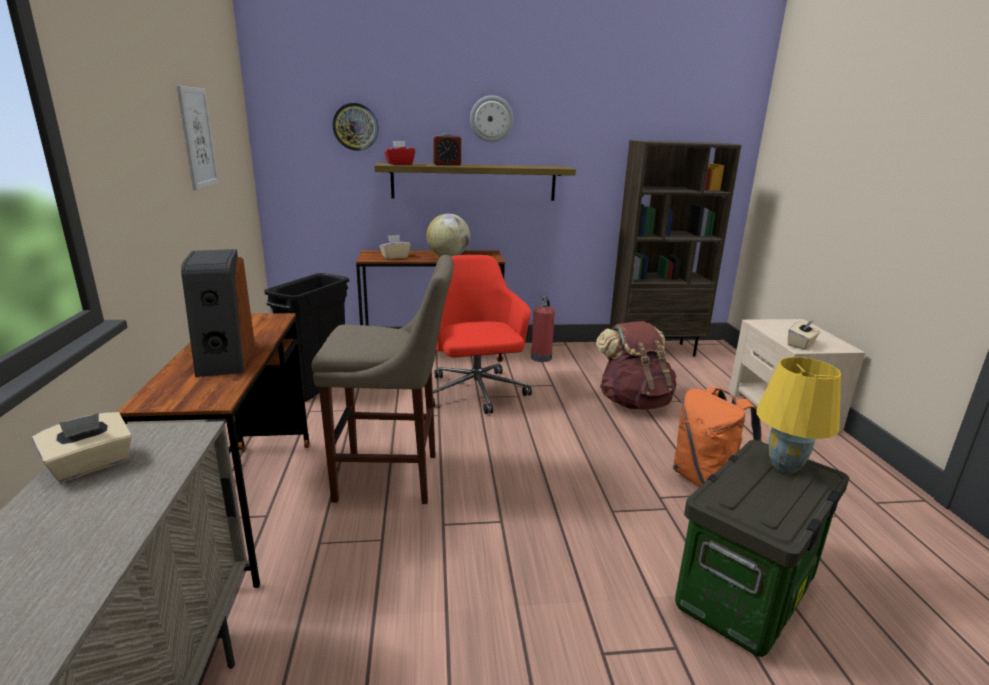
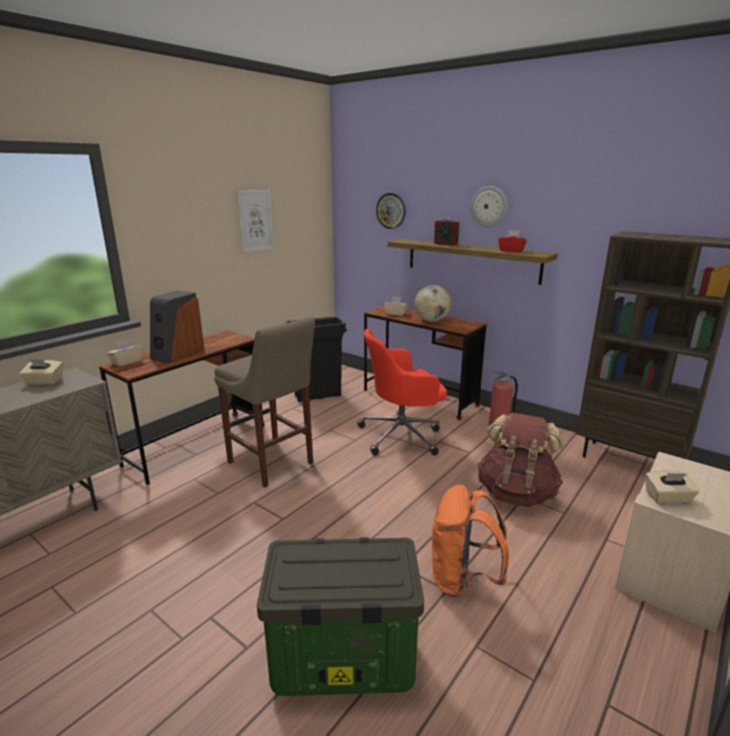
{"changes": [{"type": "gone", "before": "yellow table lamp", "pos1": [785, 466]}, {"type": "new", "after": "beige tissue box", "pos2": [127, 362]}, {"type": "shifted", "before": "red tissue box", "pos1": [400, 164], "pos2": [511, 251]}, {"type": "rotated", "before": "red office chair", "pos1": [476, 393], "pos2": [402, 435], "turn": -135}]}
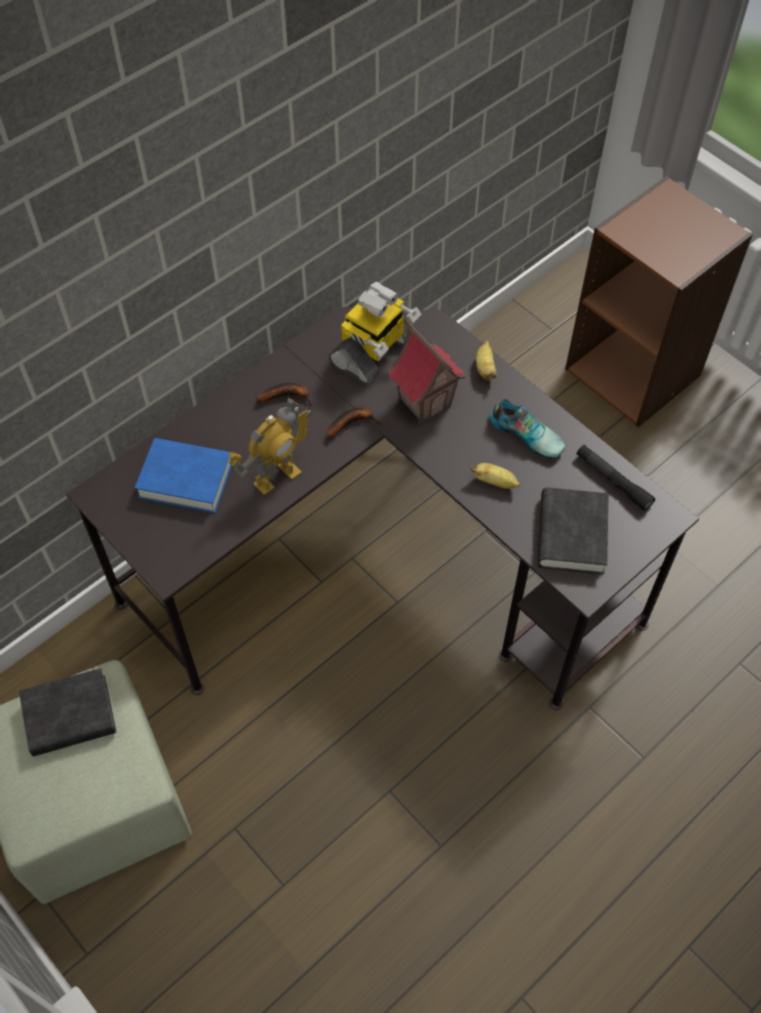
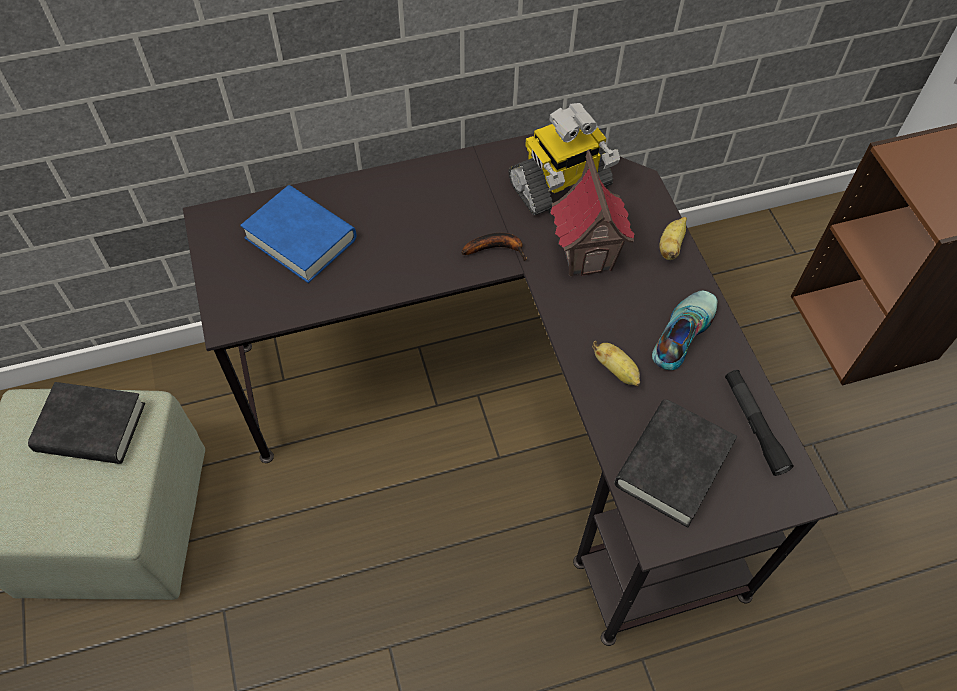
{"changes": [{"type": "gone", "before": "toy robot", "pos1": [276, 477]}, {"type": "gone", "before": "banana", "pos1": [287, 396]}, {"type": "rotated", "before": "shoe", "pos1": [527, 433], "pos2": [681, 333], "turn": -120}]}
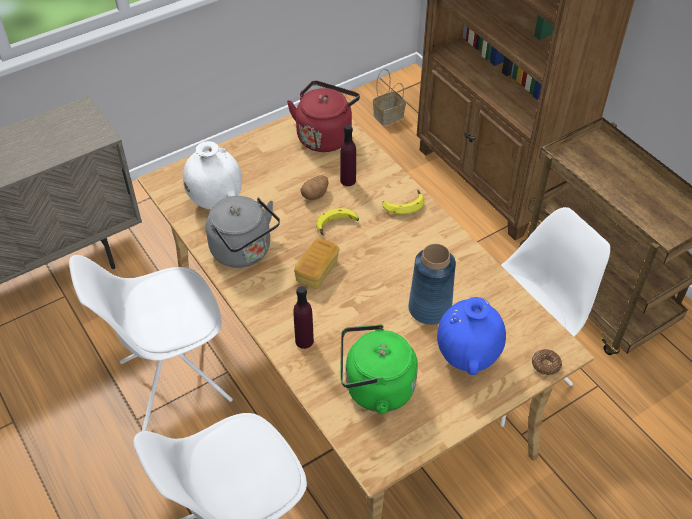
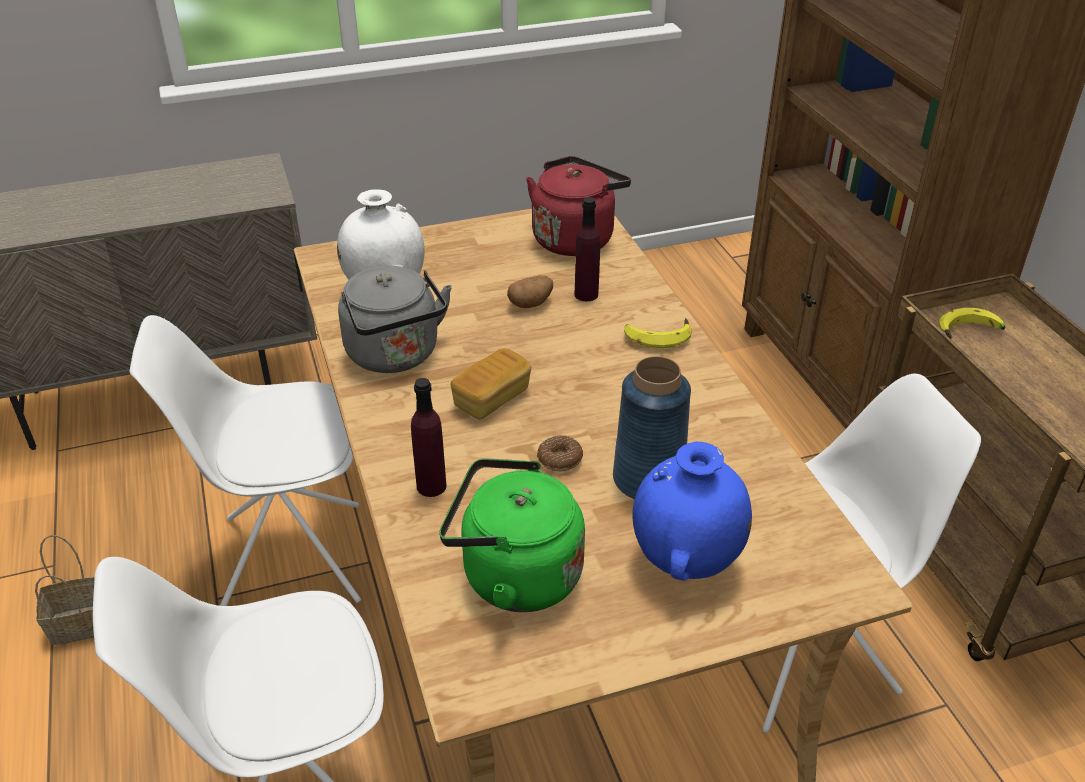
{"changes": [{"type": "shifted", "before": "banana", "pos1": [337, 226], "pos2": [970, 332]}, {"type": "shifted", "before": "basket", "pos1": [388, 117], "pos2": [76, 626]}, {"type": "shifted", "before": "donut", "pos1": [546, 365], "pos2": [560, 459]}]}
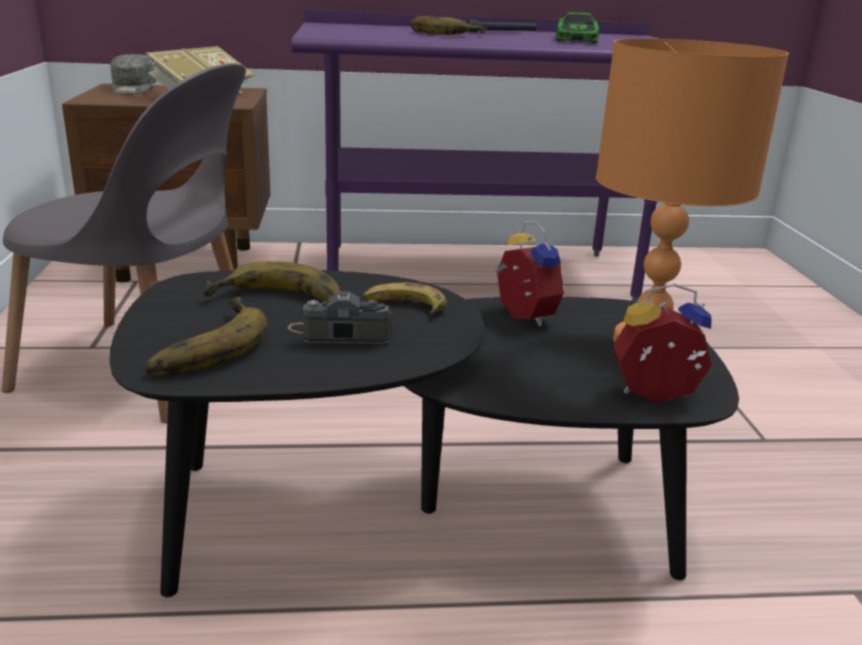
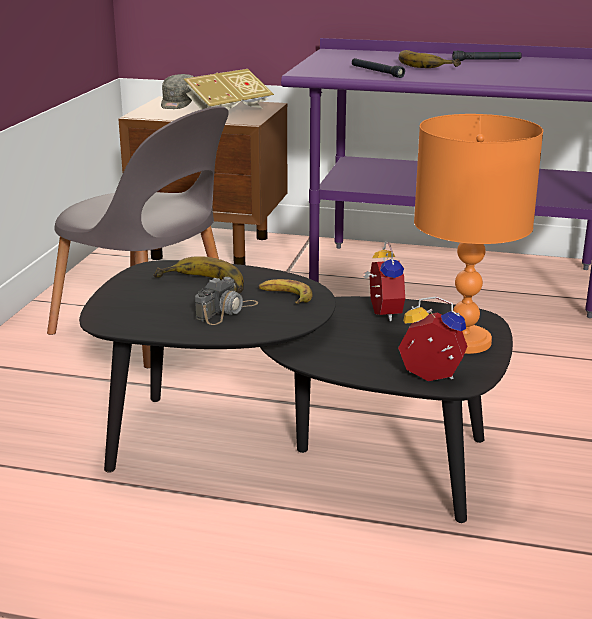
{"changes": [{"type": "gone", "before": "banana", "pos1": [202, 346]}, {"type": "gone", "before": "toy car", "pos1": [576, 40]}, {"type": "new", "after": "black flashlight", "pos2": [376, 72]}, {"type": "rotated", "before": "photo camera", "pos1": [339, 334], "pos2": [227, 311], "turn": 105}]}
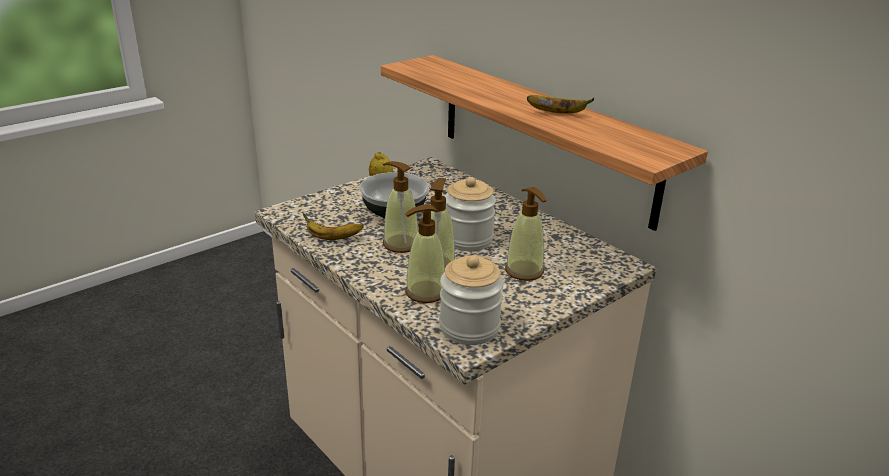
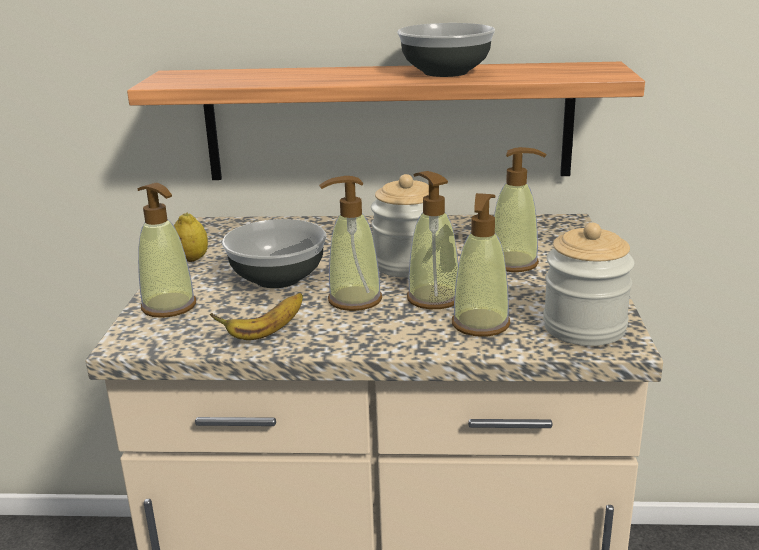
{"changes": [{"type": "new", "after": "soap dispenser", "pos2": [169, 306]}, {"type": "swapped", "before": "banana", "after": "bowl", "pos1": [558, 113], "pos2": [445, 72]}]}
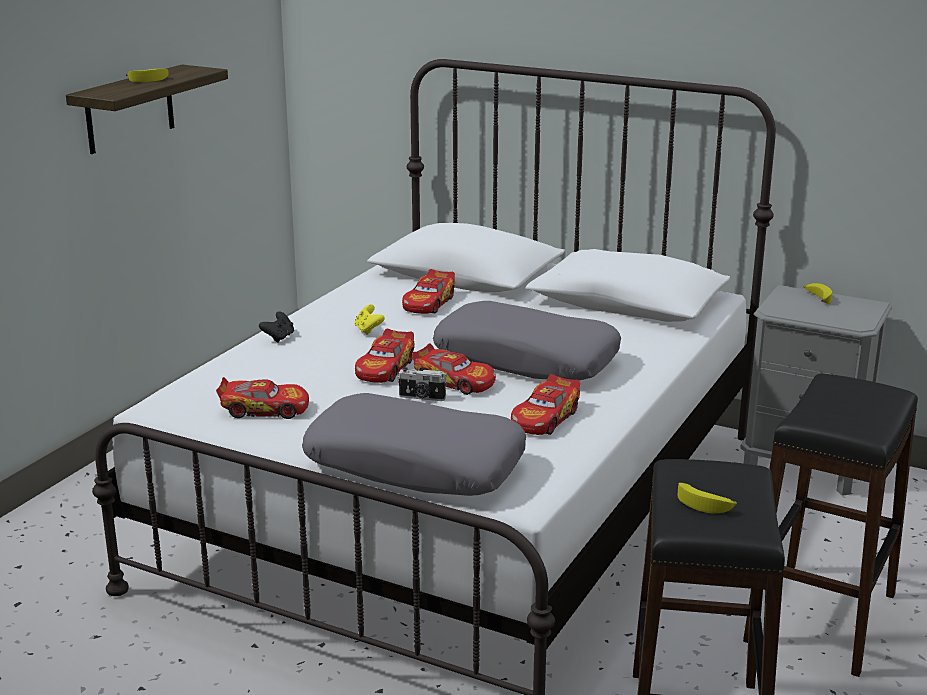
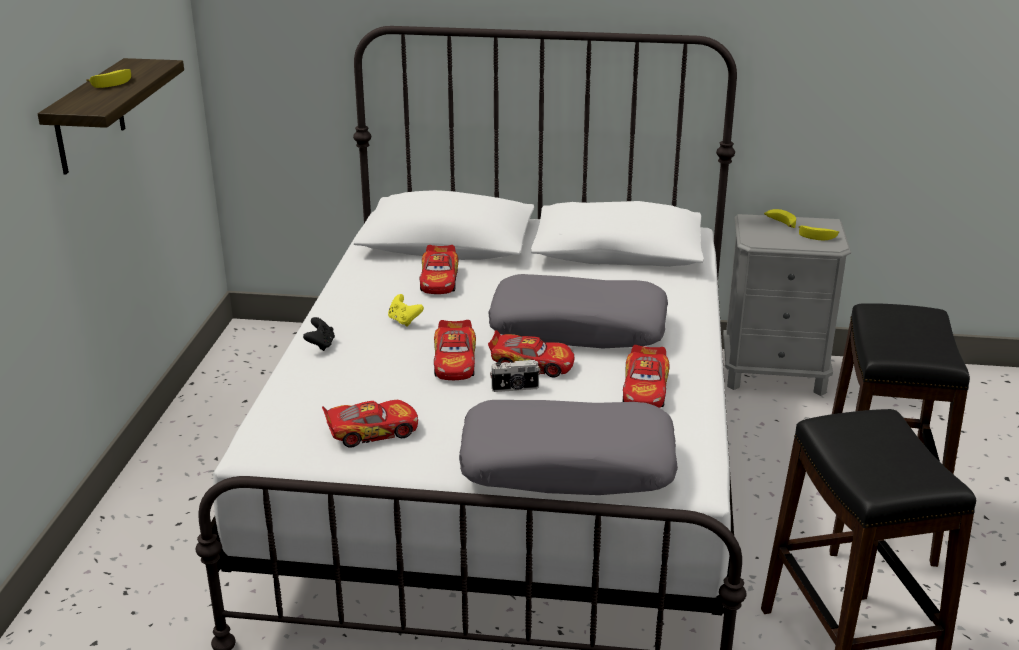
{"changes": [{"type": "shifted", "before": "banana", "pos1": [705, 504], "pos2": [818, 236]}]}
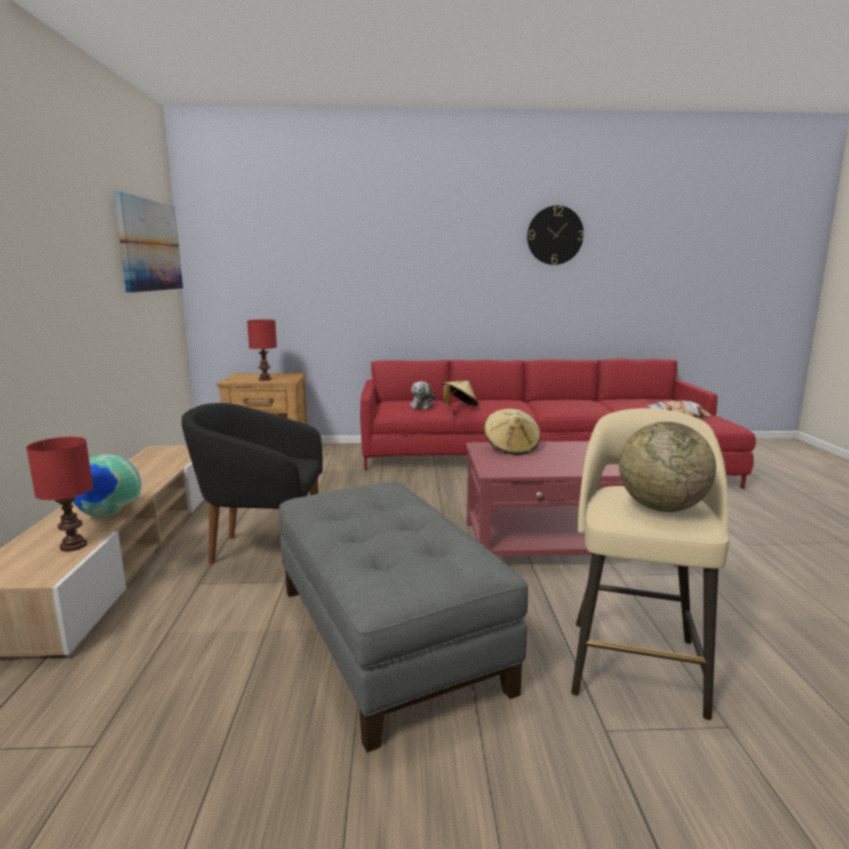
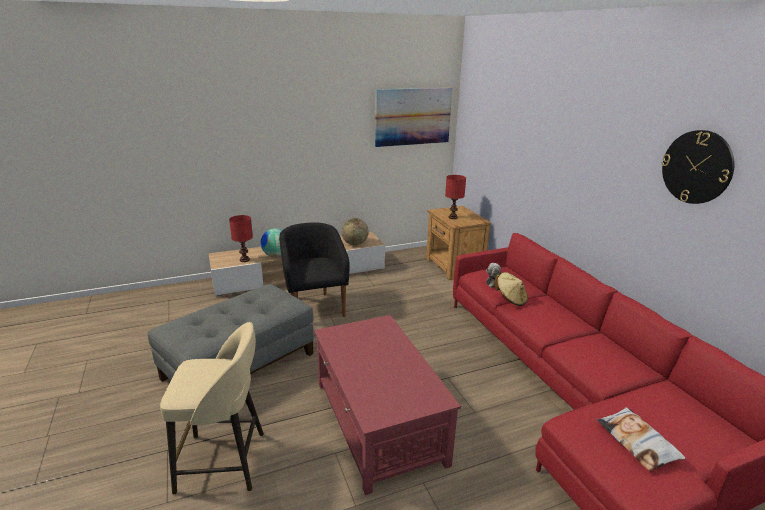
{"changes": [{"type": "gone", "before": "beige hat", "pos1": [511, 448]}, {"type": "shifted", "before": "globe", "pos1": [661, 508], "pos2": [355, 244]}]}
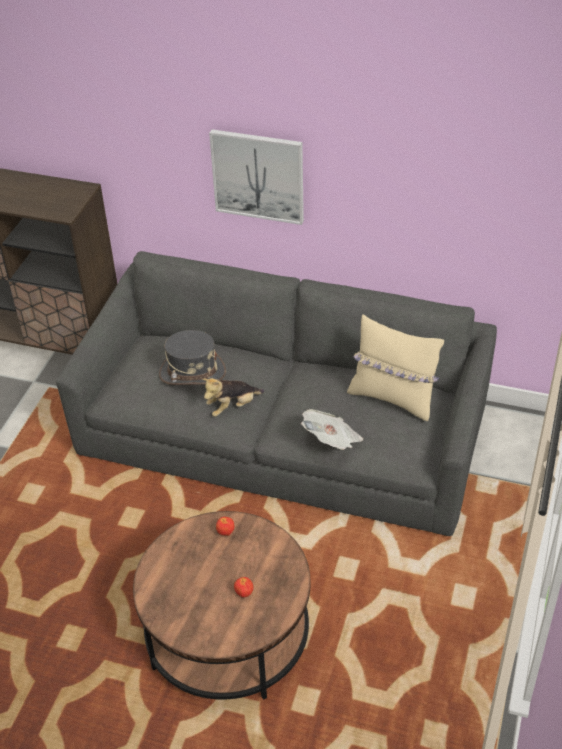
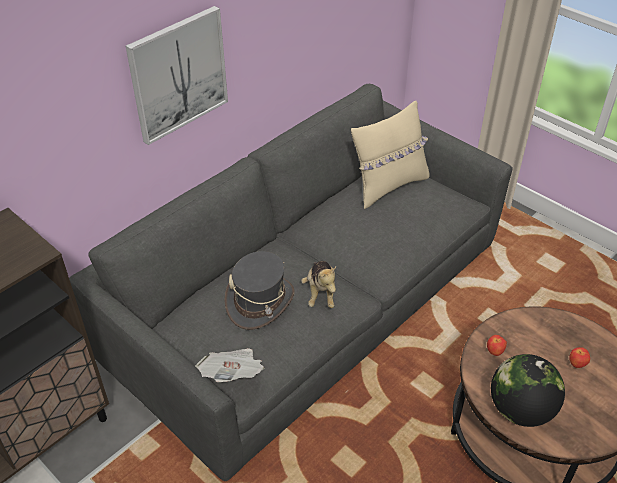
{"changes": [{"type": "new", "after": "globe", "pos2": [520, 410]}, {"type": "shifted", "before": "newspaper", "pos1": [332, 440], "pos2": [232, 375]}]}
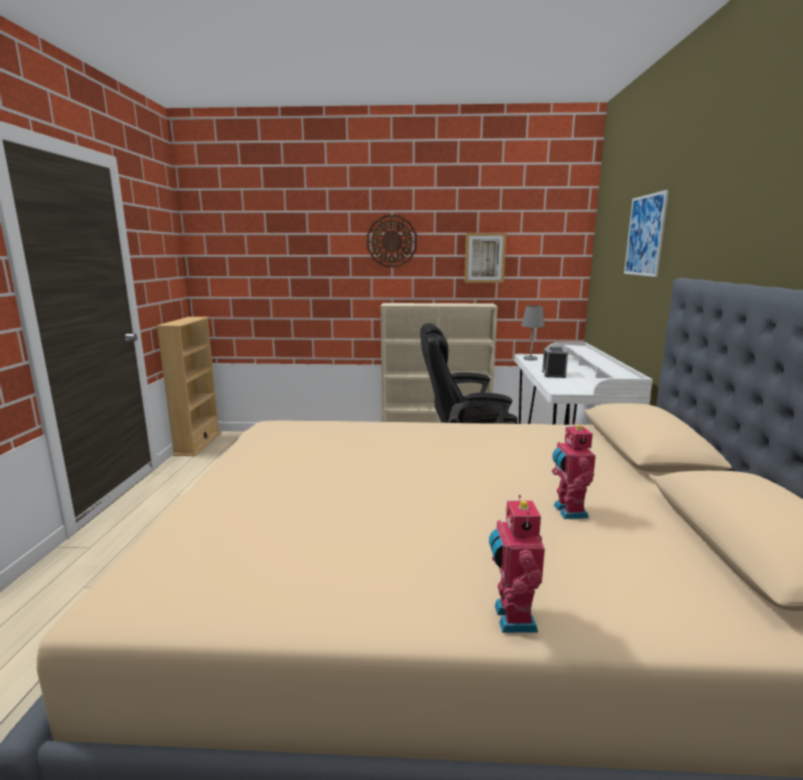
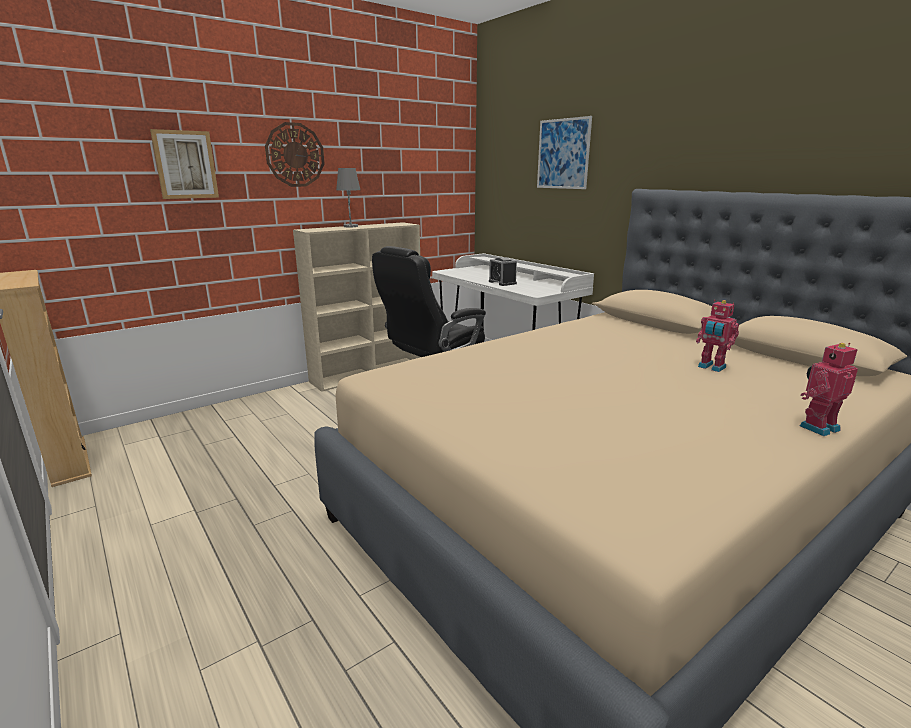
{"changes": [{"type": "shifted", "before": "picture", "pos1": [484, 258], "pos2": [185, 165]}, {"type": "shifted", "before": "grey table lamp", "pos1": [530, 359], "pos2": [350, 226]}, {"type": "rotated", "before": "toy robot", "pos1": [511, 618], "pos2": [817, 427], "turn": 105}]}
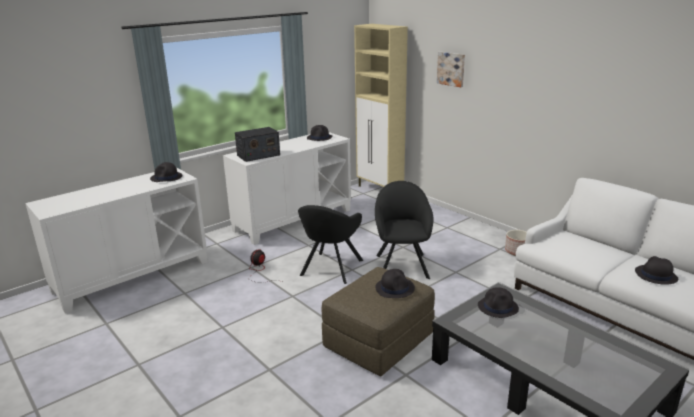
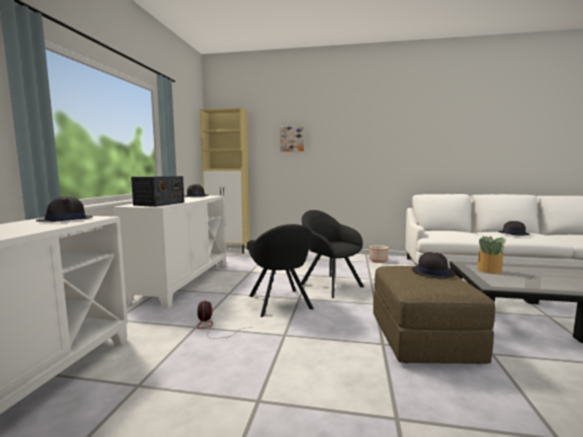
{"changes": [{"type": "swapped", "before": "black hat", "after": "potted plant", "pos1": [498, 307], "pos2": [488, 270]}]}
